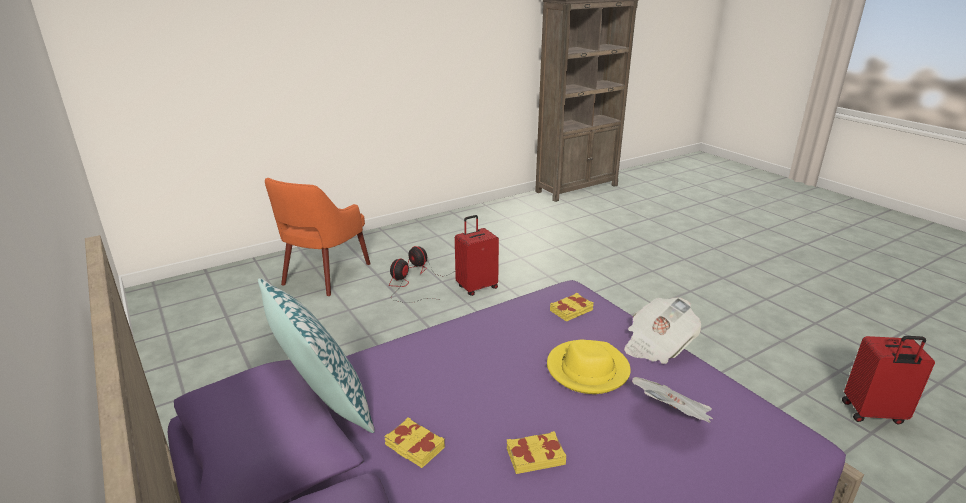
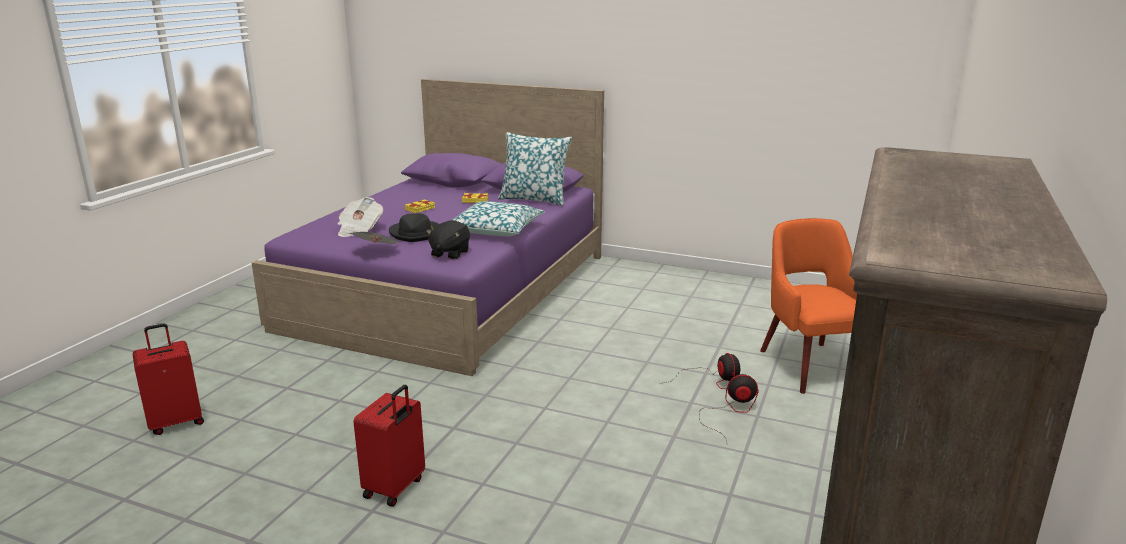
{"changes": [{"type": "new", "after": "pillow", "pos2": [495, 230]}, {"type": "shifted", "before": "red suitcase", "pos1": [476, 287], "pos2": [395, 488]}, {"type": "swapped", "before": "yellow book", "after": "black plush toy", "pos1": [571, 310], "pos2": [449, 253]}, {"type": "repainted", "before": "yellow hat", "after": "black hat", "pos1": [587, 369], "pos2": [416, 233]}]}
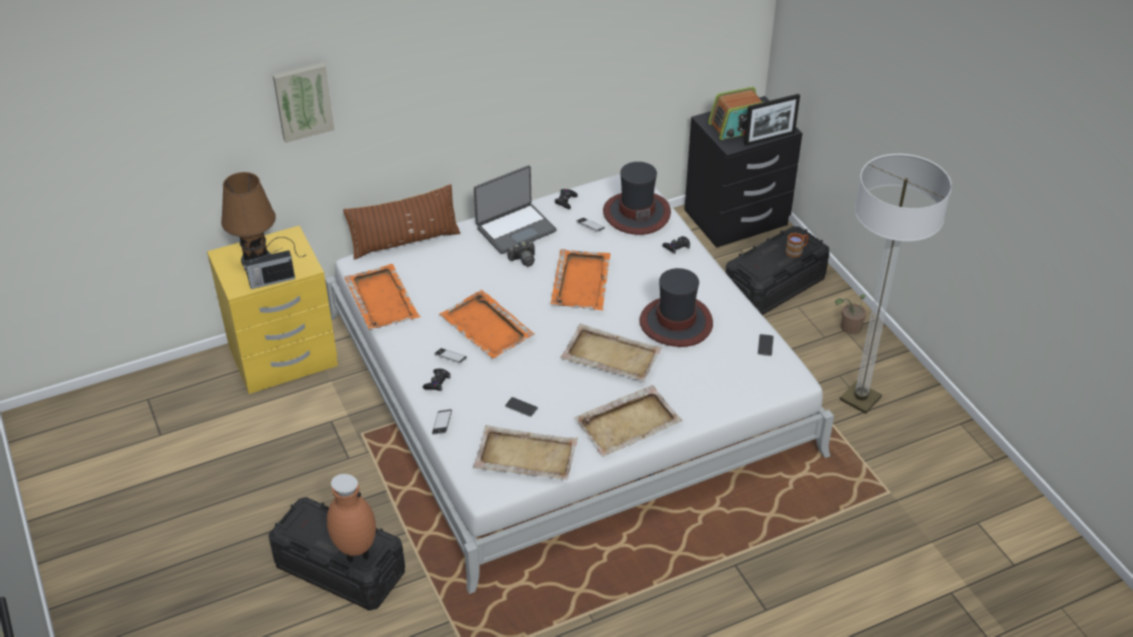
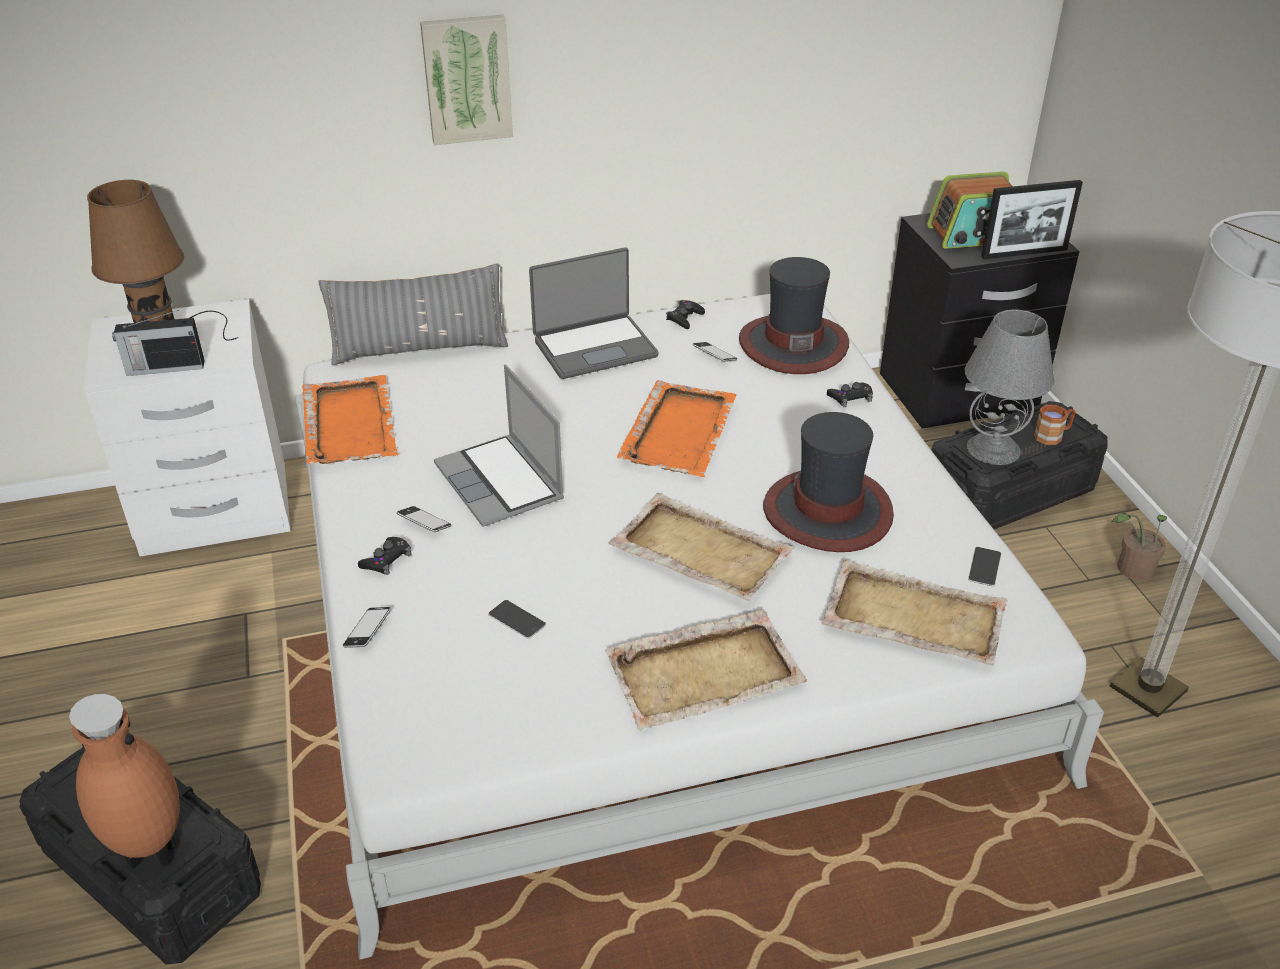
{"changes": [{"type": "gone", "before": "photo camera", "pos1": [523, 259]}, {"type": "new", "after": "grey table lamp", "pos2": [993, 449]}, {"type": "shifted", "before": "picture", "pos1": [303, 100], "pos2": [467, 79]}, {"type": "shifted", "before": "beige tray", "pos1": [525, 455], "pos2": [912, 617]}, {"type": "swapped", "before": "orange tray", "after": "laptop", "pos1": [487, 327], "pos2": [501, 483]}, {"type": "repainted", "before": "yellow nightstand", "after": "white nightstand", "pos1": [284, 358], "pos2": [215, 511]}, {"type": "repainted", "before": "brown pillow", "after": "grey pillow", "pos1": [405, 241], "pos2": [419, 349]}]}
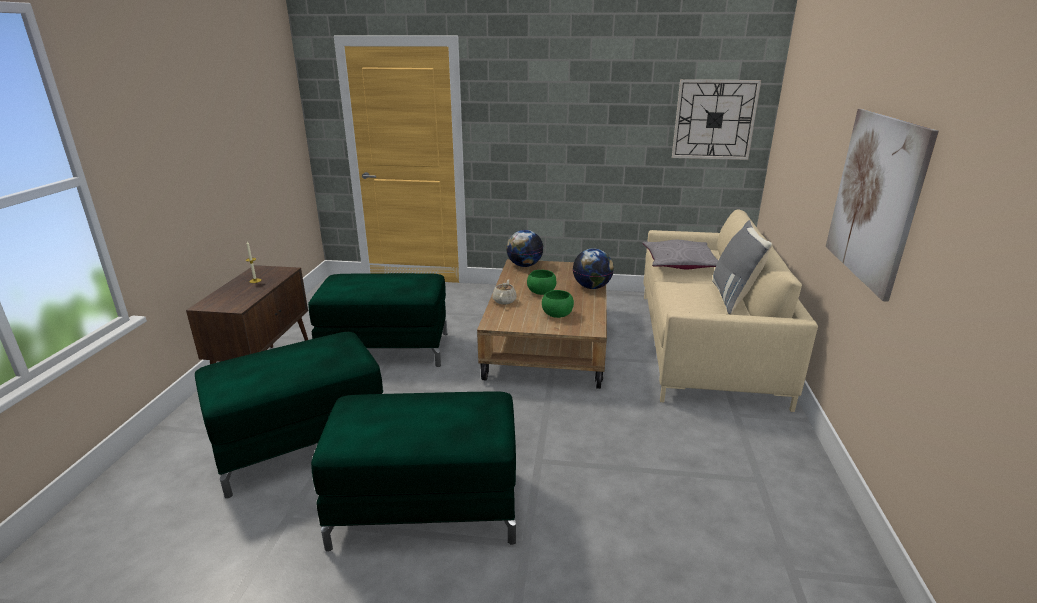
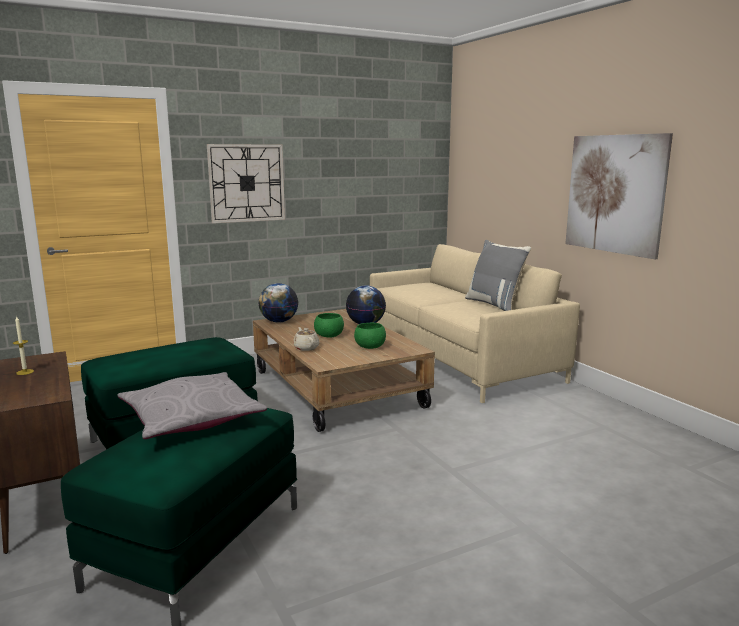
{"changes": [{"type": "gone", "before": "green ottoman", "pos1": [427, 506]}, {"type": "shifted", "before": "grey pillow", "pos1": [679, 263], "pos2": [191, 418]}, {"type": "shifted", "before": "wall clock", "pos1": [714, 120], "pos2": [246, 183]}]}
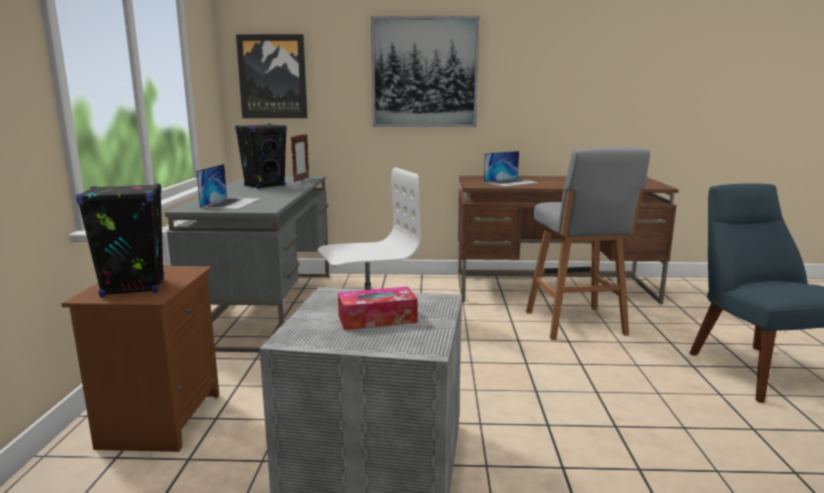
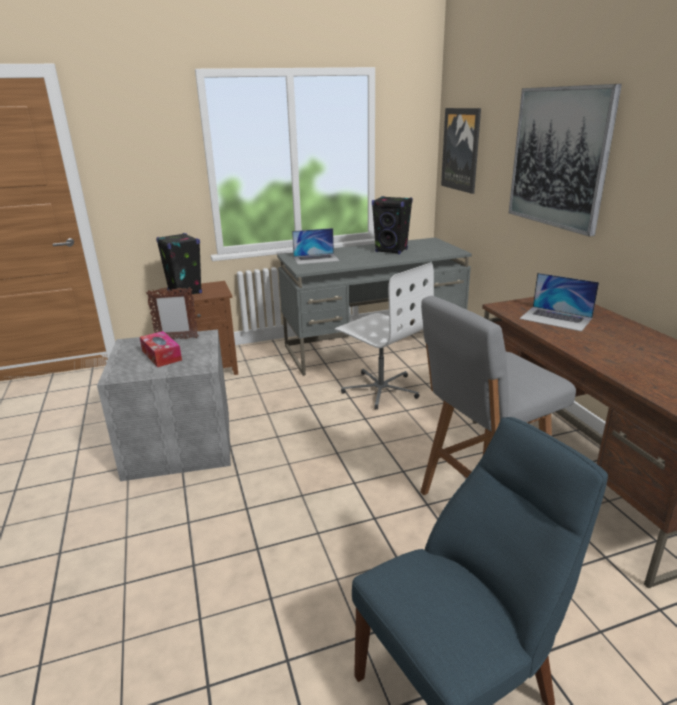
{"changes": [{"type": "shifted", "before": "picture frame", "pos1": [301, 180], "pos2": [177, 339]}]}
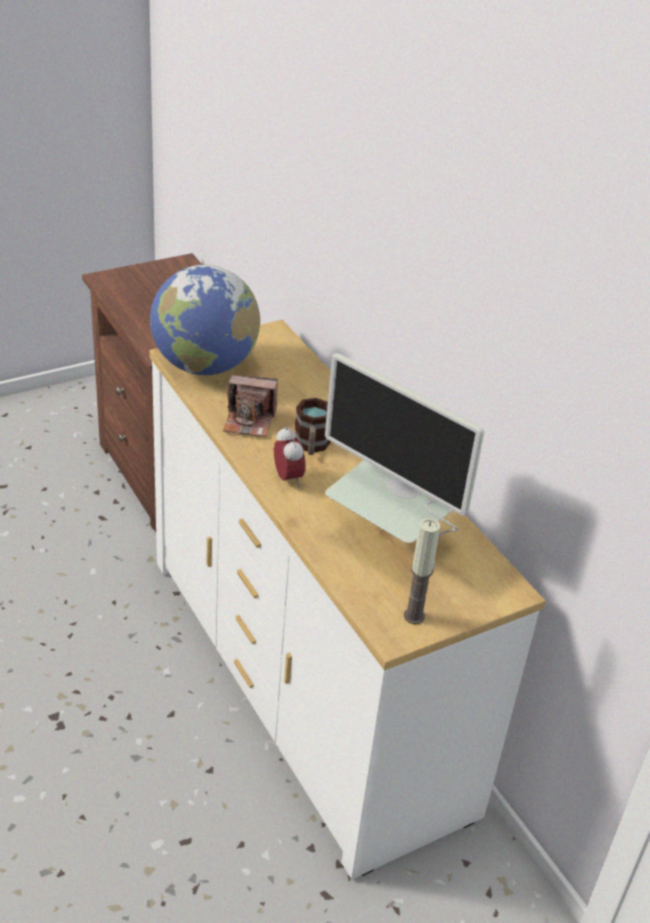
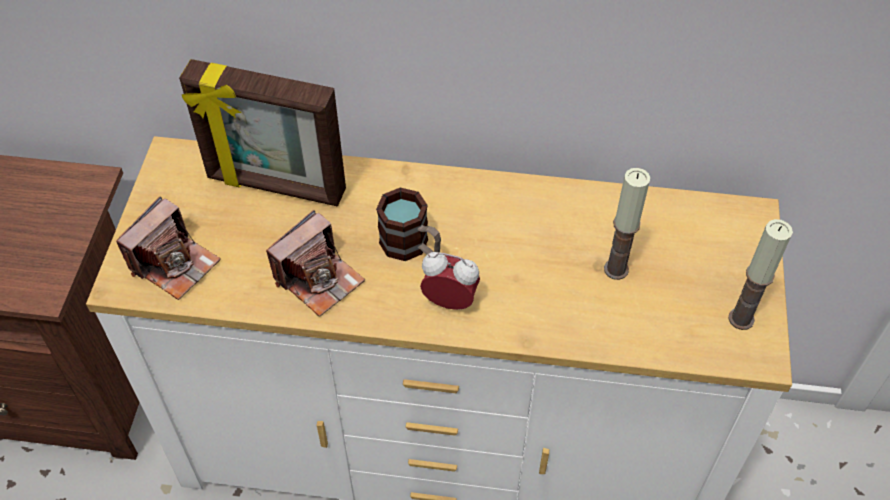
{"changes": [{"type": "new", "after": "picture frame", "pos2": [275, 186]}, {"type": "swapped", "before": "globe", "after": "photo camera", "pos1": [204, 366], "pos2": [174, 264]}, {"type": "swapped", "before": "monitor", "after": "candle", "pos1": [390, 540], "pos2": [616, 269]}]}
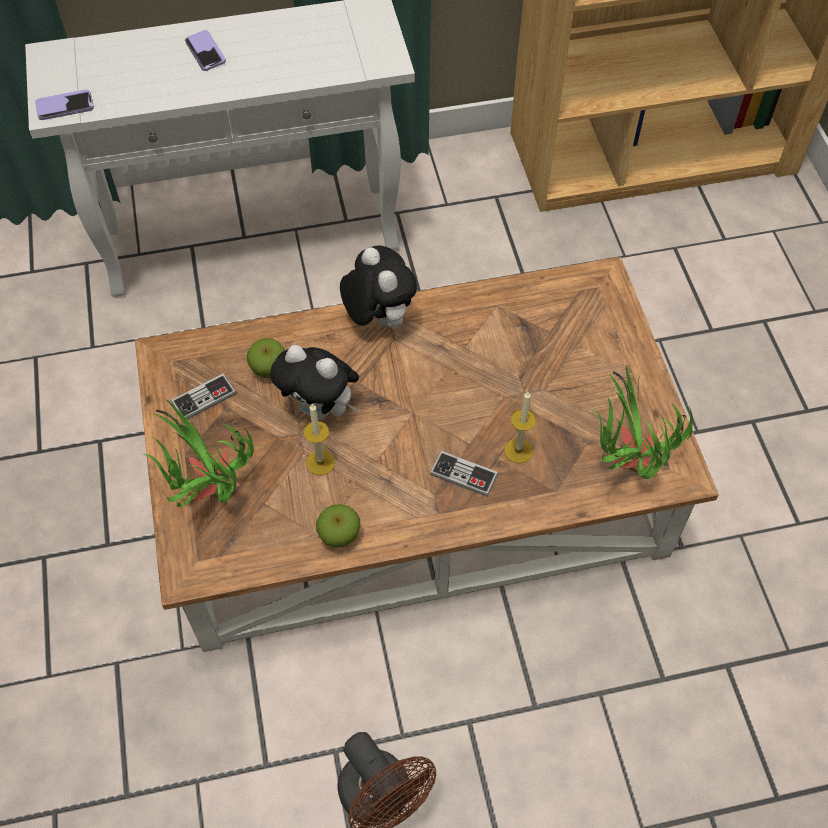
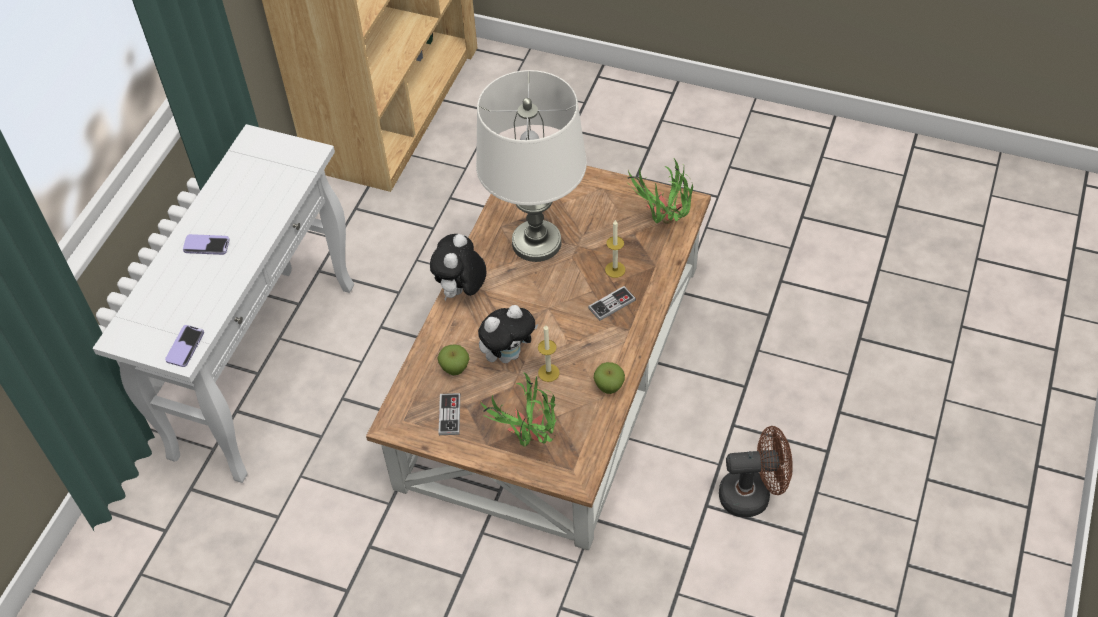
{"changes": [{"type": "new", "after": "white table lamp", "pos2": [537, 243]}, {"type": "rotated", "before": "plush toy", "pos1": [378, 318], "pos2": [461, 291], "turn": -75}]}
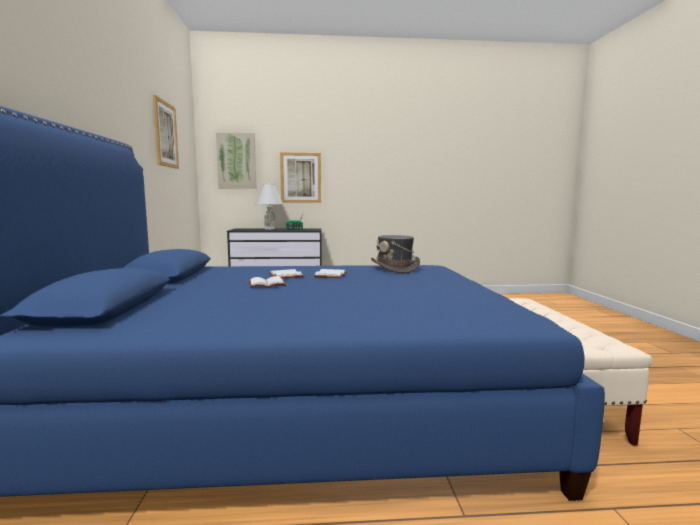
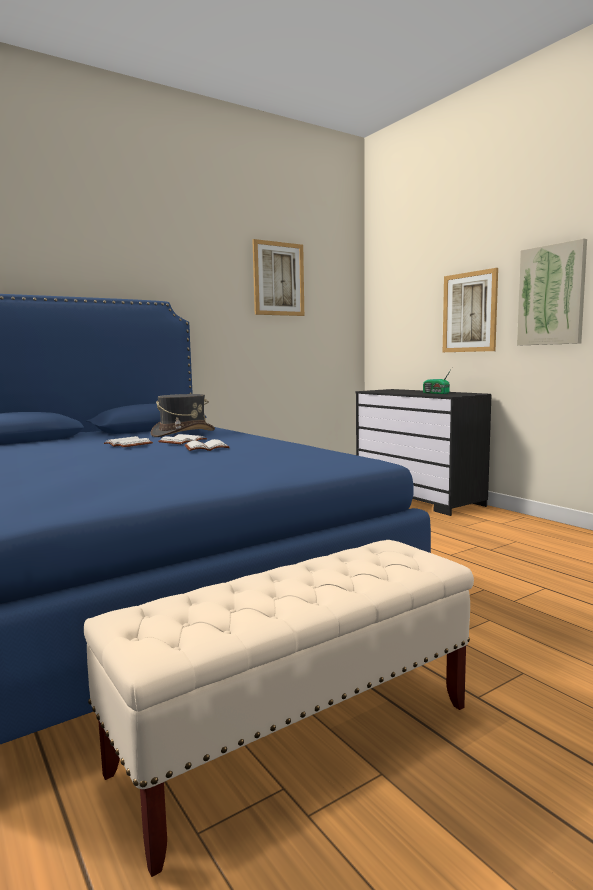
{"changes": [{"type": "gone", "before": "white table lamp", "pos1": [270, 229]}, {"type": "shifted", "before": "picture", "pos1": [236, 161], "pos2": [551, 295]}, {"type": "shifted", "before": "grey hat", "pos1": [395, 268], "pos2": [183, 433]}]}
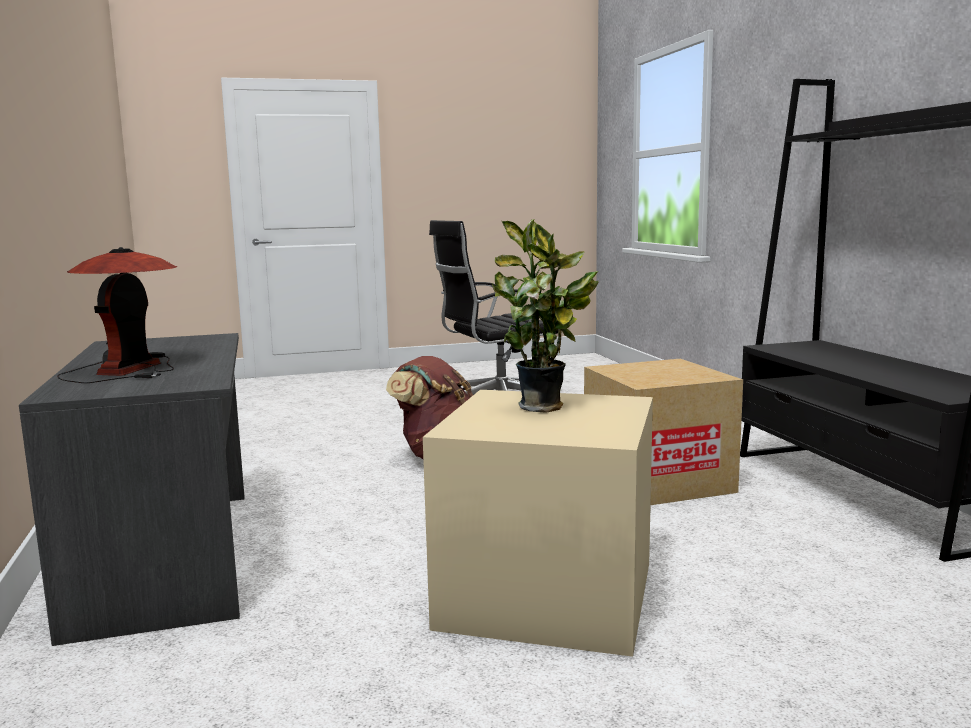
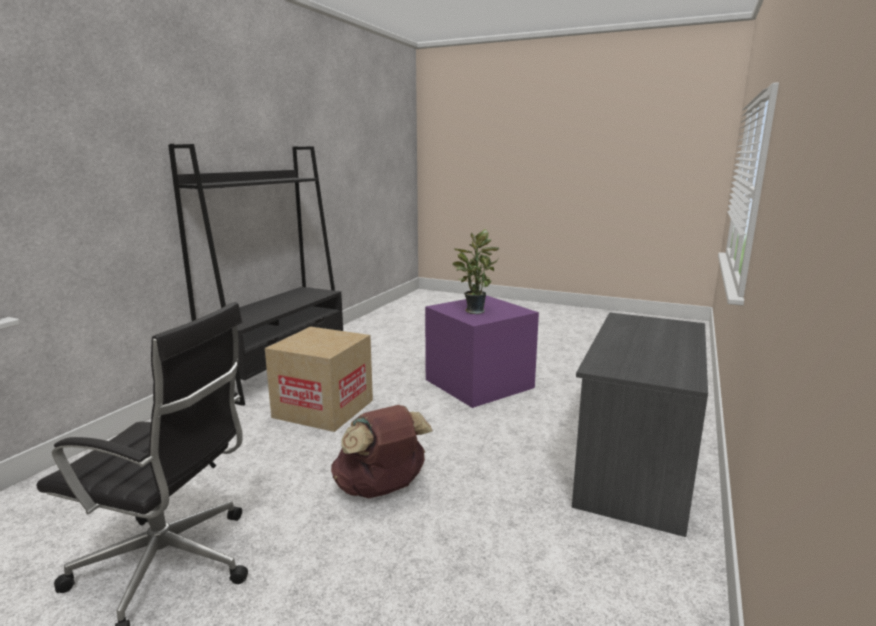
{"changes": [{"type": "gone", "before": "table lamp", "pos1": [126, 369]}, {"type": "repainted", "before": "beige storage box", "after": "purple storage box", "pos1": [544, 595], "pos2": [481, 383]}]}
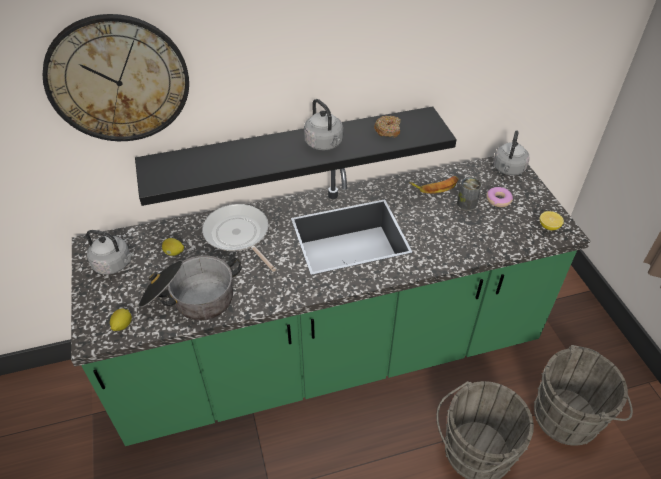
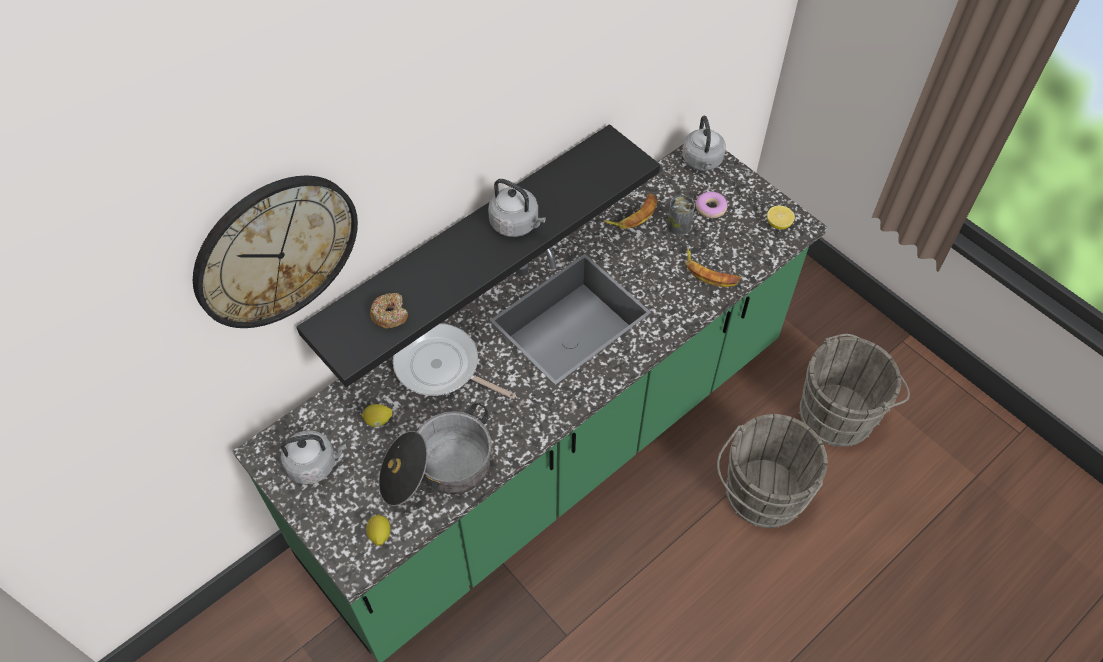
{"changes": [{"type": "new", "after": "banana", "pos2": [710, 273]}, {"type": "shifted", "before": "donut", "pos1": [387, 130], "pos2": [390, 314]}]}
